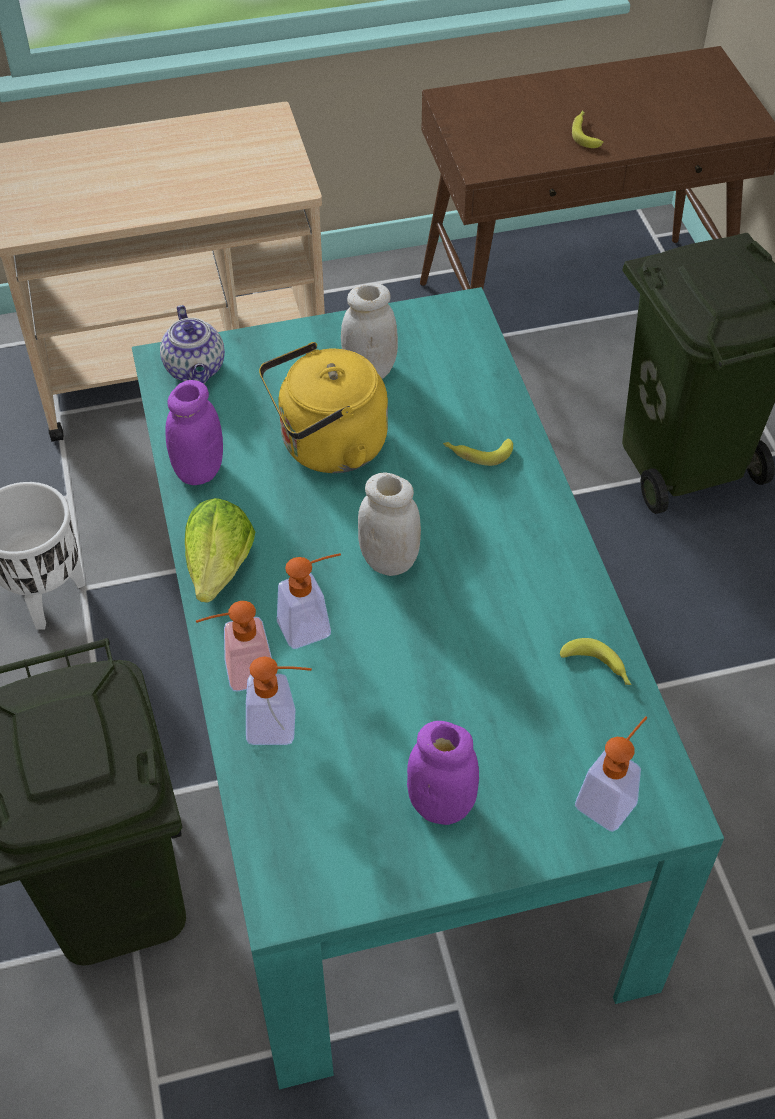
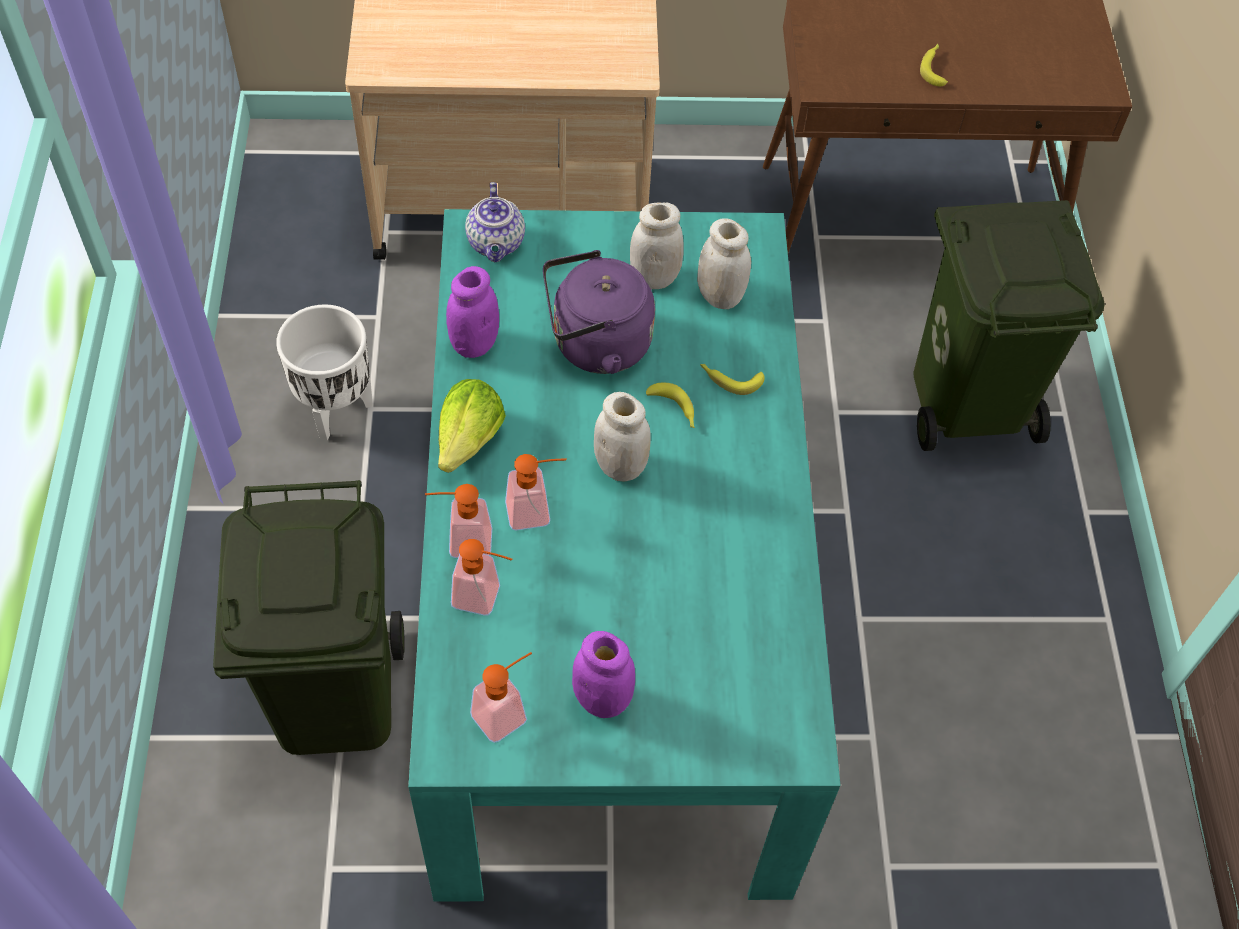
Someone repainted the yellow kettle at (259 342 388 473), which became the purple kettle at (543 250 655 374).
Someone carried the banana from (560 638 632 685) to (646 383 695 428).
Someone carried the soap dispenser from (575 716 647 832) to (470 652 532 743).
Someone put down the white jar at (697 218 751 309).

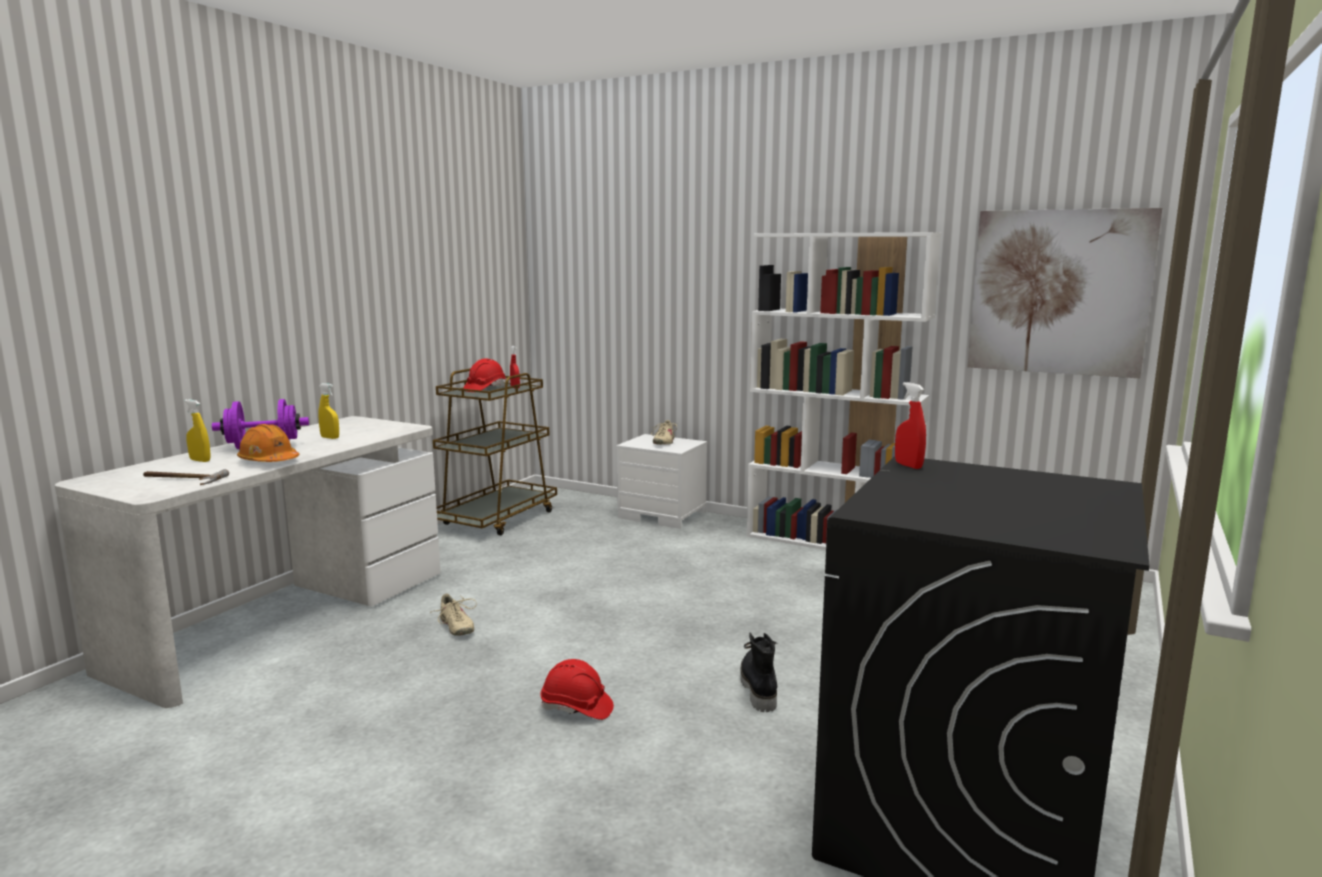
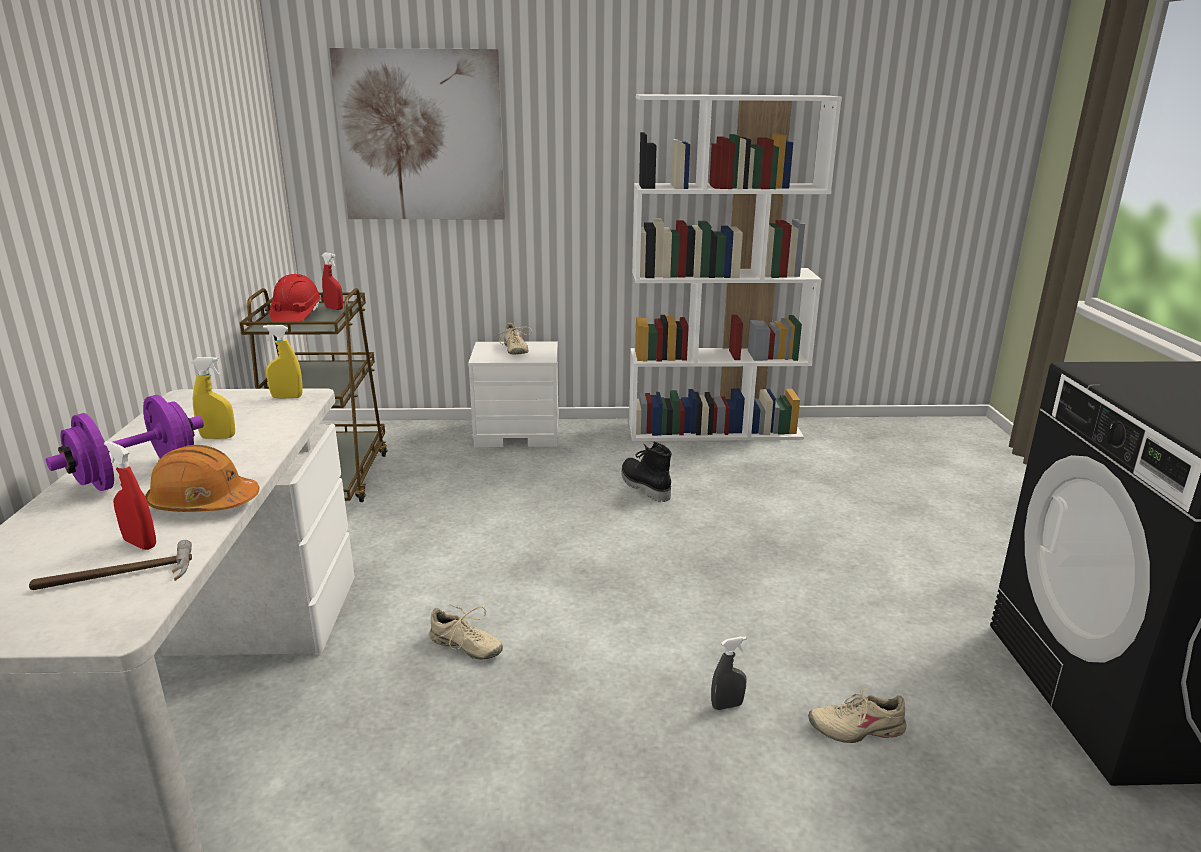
Someone carried the picture from (967 208 1162 378) to (329 48 505 219).
Someone carried the red spray bottle from (895 382 926 469) to (104 441 156 550).
Someone carried the yellow spray bottle from (185 399 211 462) to (263 325 303 399).
Someone carried the black boot from (740 633 777 712) to (621 442 671 502).
Someone swapped the red hard hat at (540 659 614 720) for the grey spray bottle at (711 637 747 710).
Someone put down the beige shoe at (808 687 907 743).

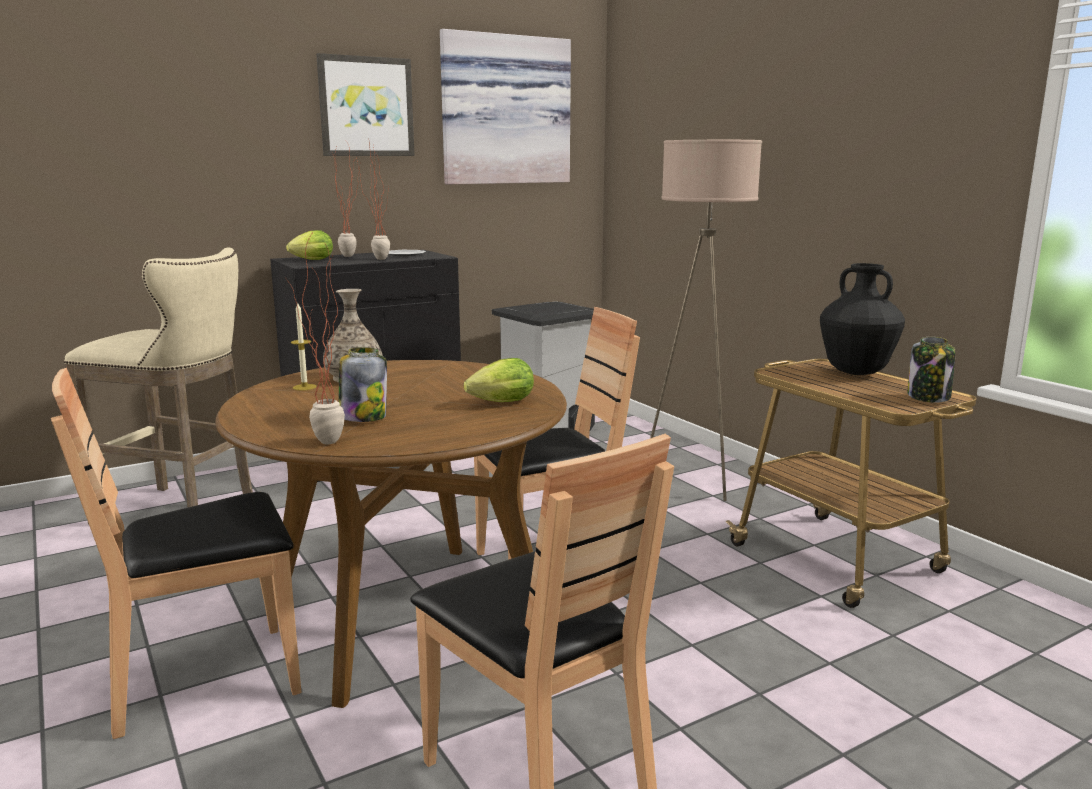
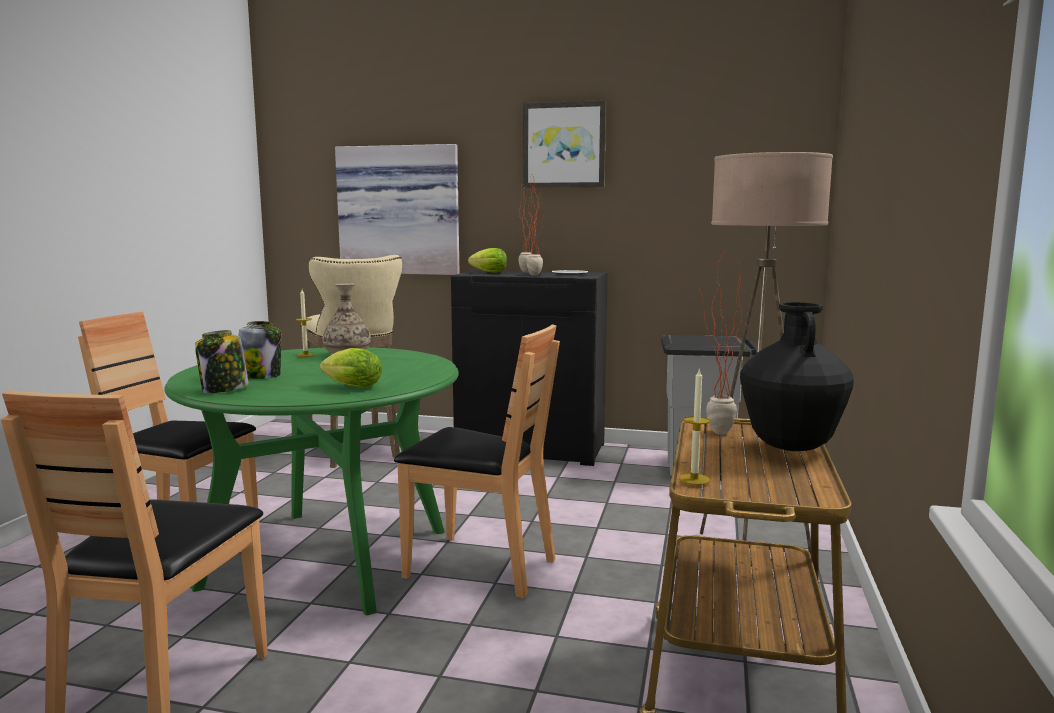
Someone carried the picture from (440 29 571 184) to (335 144 460 275).
Someone carried the potted plant from (285 231 345 444) to (698 253 743 434).
Someone carried the jar from (908 337 956 403) to (195 330 249 393).
Someone repainted the brown dining table at (215 360 567 708), which became the green dining table at (164 347 459 615).
Someone put down the candle at (679 370 710 485).

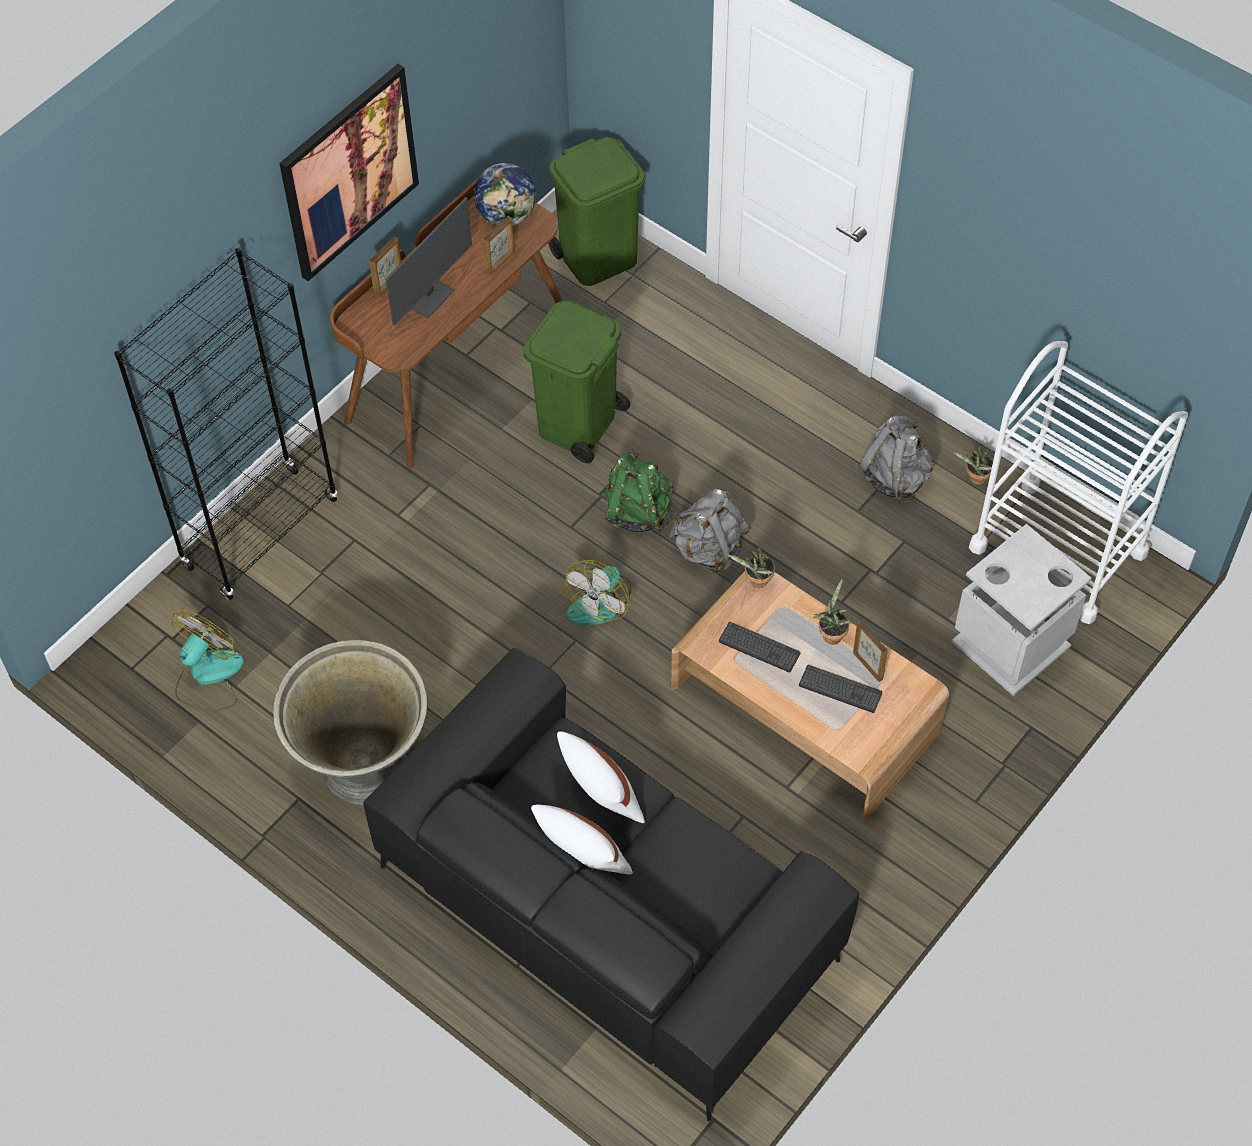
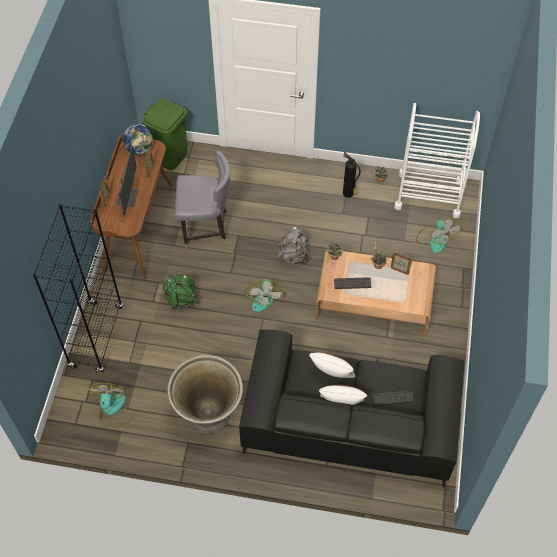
Someone took away the picture at (279 64 419 281).
Someone swapped the green trash can at (523 300 630 463) for the grey chair at (174 151 230 248).
Someone swapped the grey backpack at (859 415 934 504) for the fire extinguisher at (343 152 360 198).
Someone carried the green backpack from (604 452 673 533) to (163 274 200 311).
Someone swapped the grey trash can at (952 524 1091 696) for the fan at (416 217 461 253).
Someone carried the keyboard from (799 665 882 713) to (373 390 414 406).

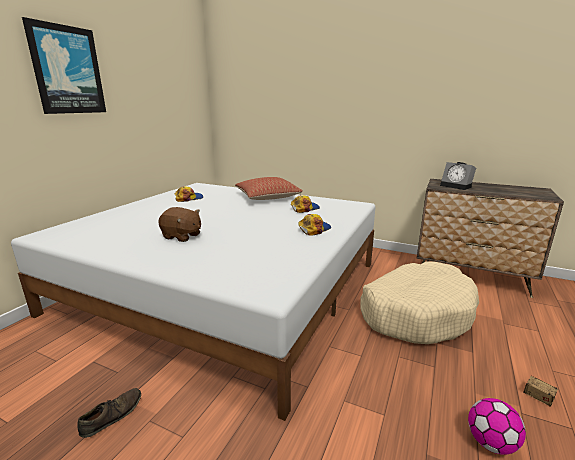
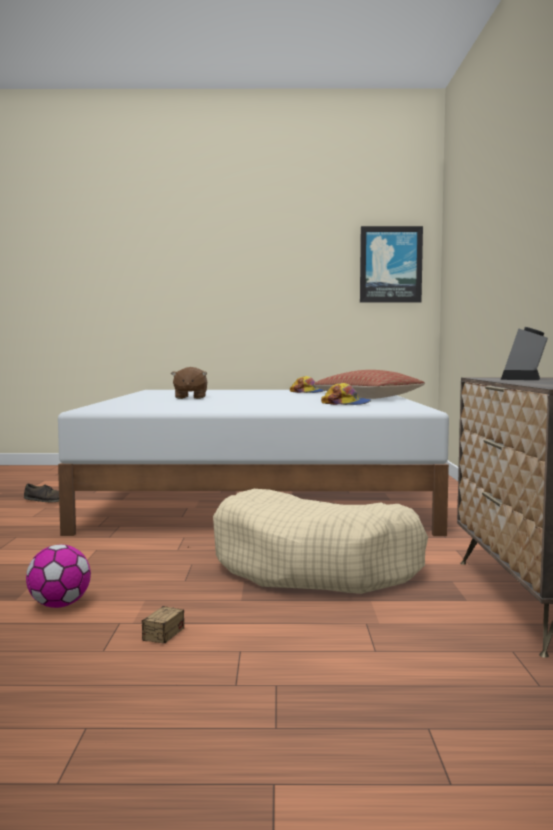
Someone carried the picture from (22 17 106 114) to (360 226 423 302).
Someone took away the cap at (298 214 331 236).

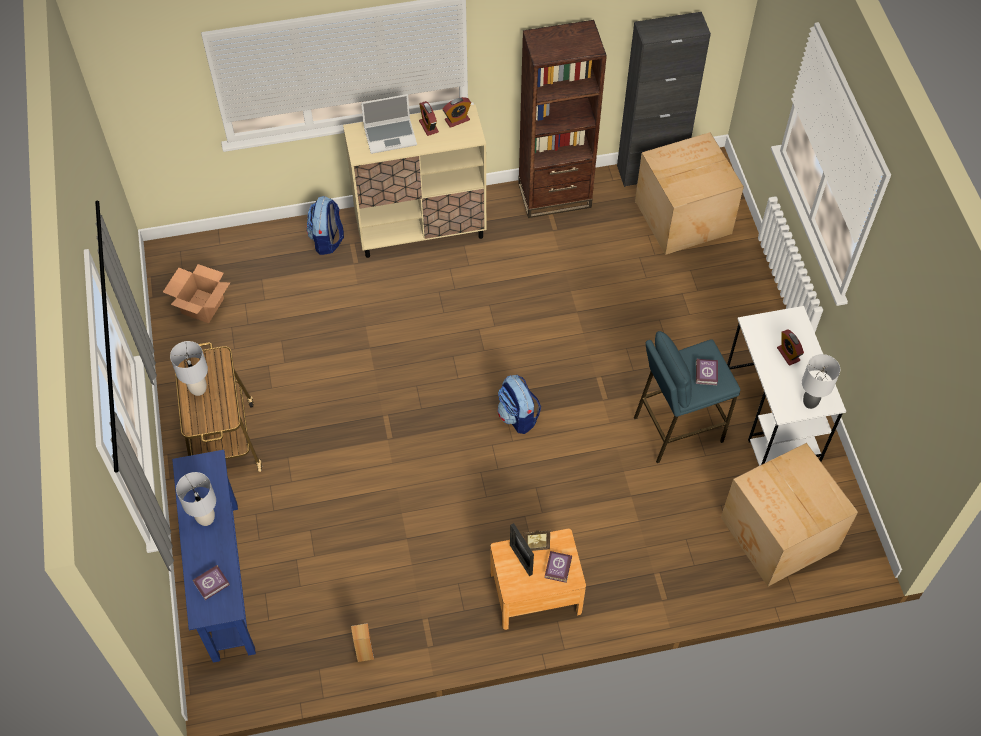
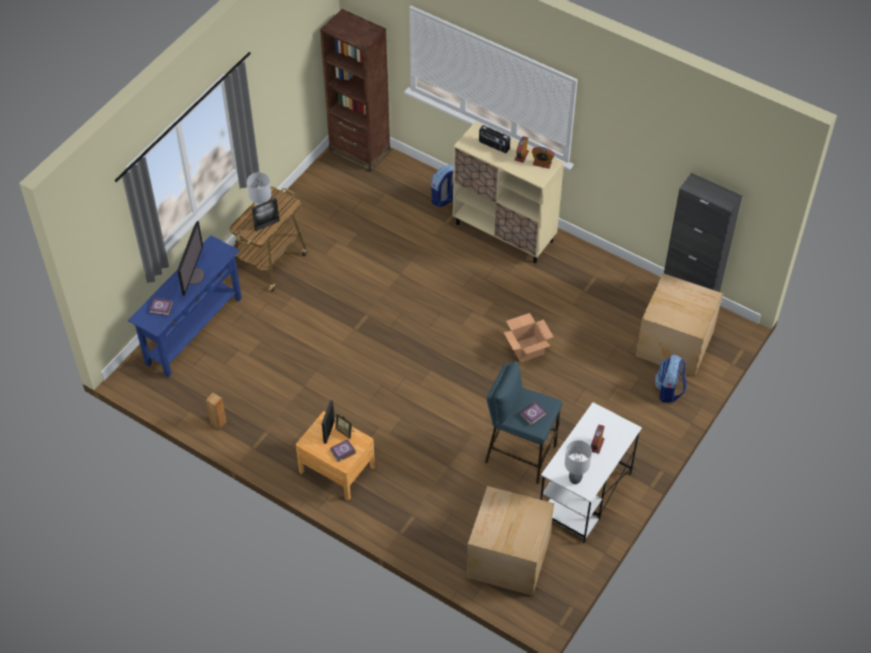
Someone carried the brown bookcase from (518 20 607 218) to (320 9 390 172).
Someone swapped the laptop at (361 94 417 154) for the radio at (479 125 510 153).
Someone carried the cardboard box from (163 264 230 323) to (503 313 553 362).
Someone carried the backpack from (497 375 541 434) to (654 355 686 403).
Someone swapped the grey table lamp at (176 472 216 526) for the monitor at (177 221 204 296).
Someone put down the picture frame at (252 198 279 231).

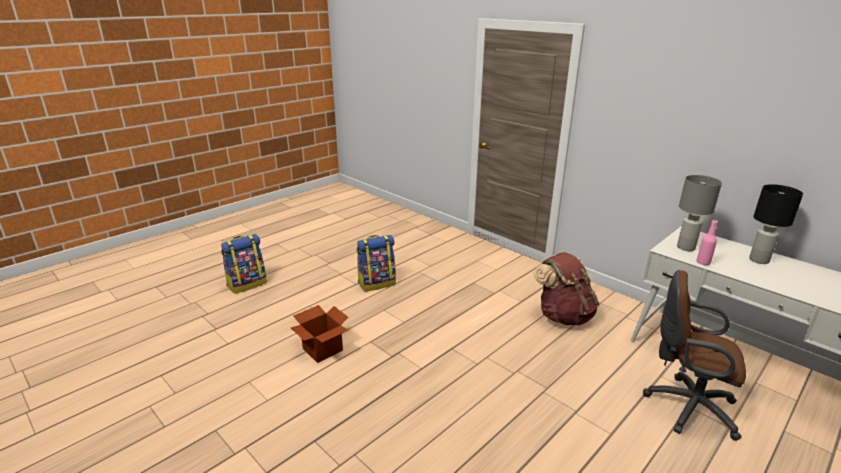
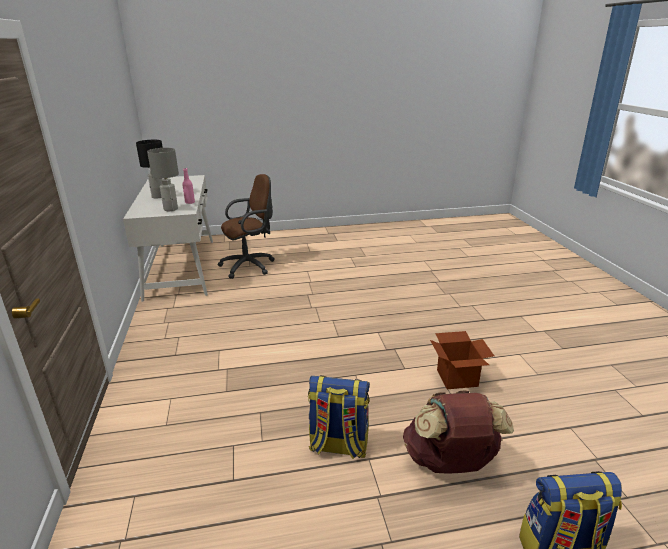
Someone carried the brown backpack from (534 252 599 325) to (403 390 514 474).
Someone rotated the brown office chair at (643 270 746 441) by 90 degrees counterclockwise.

